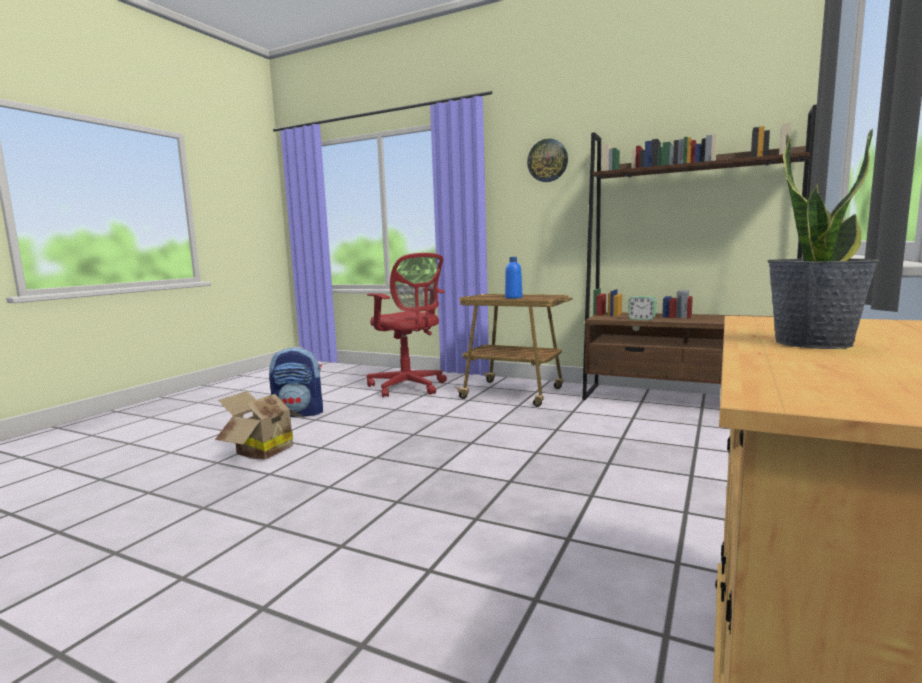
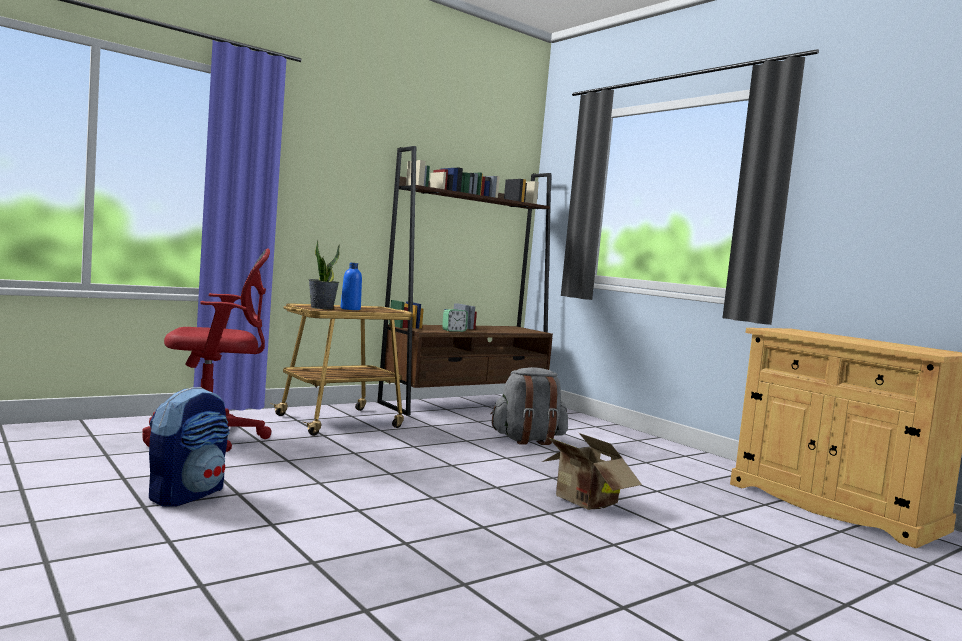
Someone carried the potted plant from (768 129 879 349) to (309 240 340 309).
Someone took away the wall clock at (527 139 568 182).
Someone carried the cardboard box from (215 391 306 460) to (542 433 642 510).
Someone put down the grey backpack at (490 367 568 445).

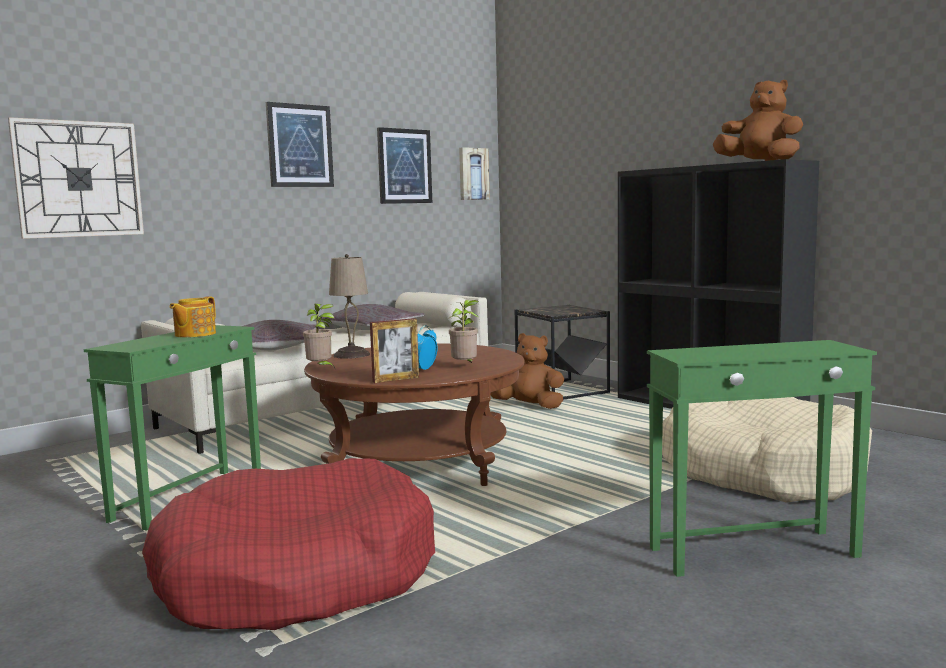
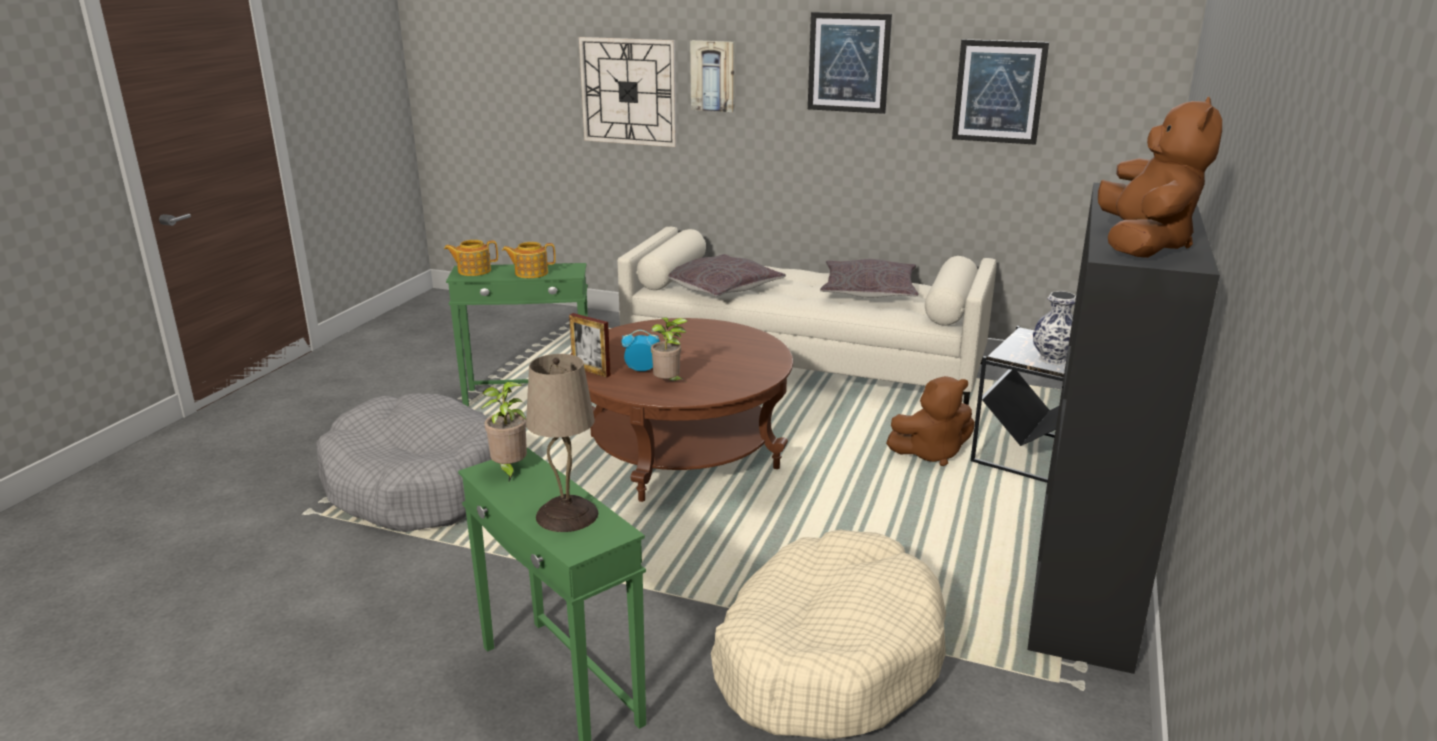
Someone carried the picture from (459 147 490 200) to (690 40 735 112).
Someone carried the beige table lamp from (329 254 370 359) to (526 354 598 532).
Someone carried the potted plant from (303 304 335 368) to (480 382 527 481).
Someone rotated the brown plush toy at (490 333 565 409) by 90 degrees clockwise.
Someone repainted the red dog bed at (142 458 435 630), which became the grey dog bed at (316 393 492 532).
Someone put down the teapot at (444 240 498 276).
Someone put down the vase at (1033 291 1076 365).

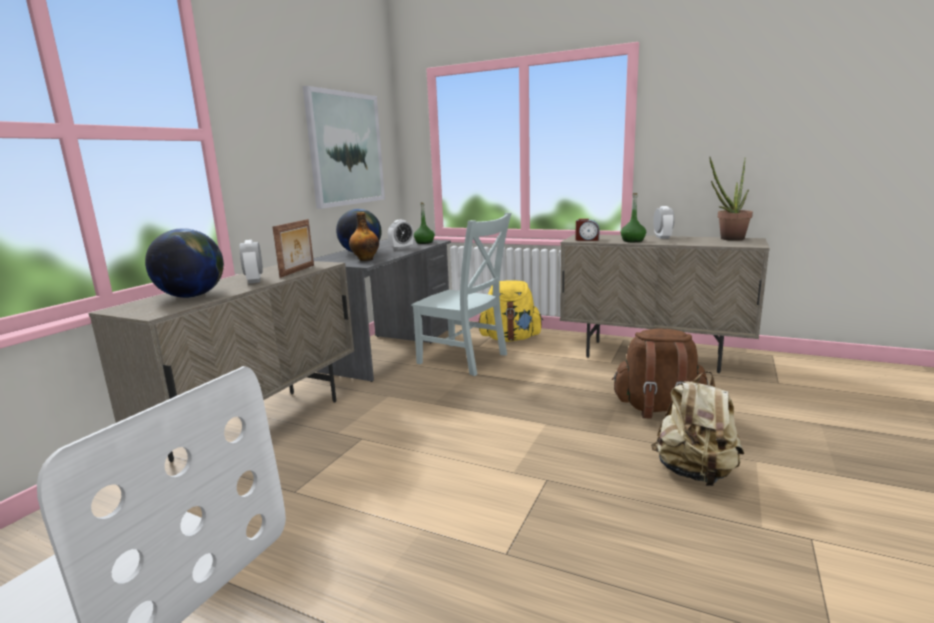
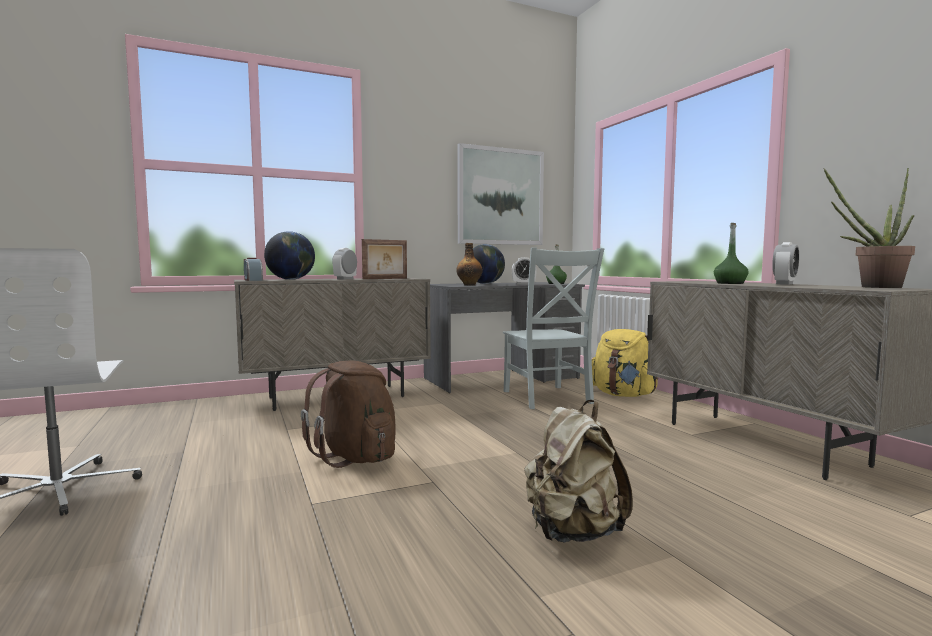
Someone carried the alarm clock from (575 219 600 241) to (244 258 263 281).
Someone carried the brown backpack from (612 328 708 419) to (301 360 396 468).

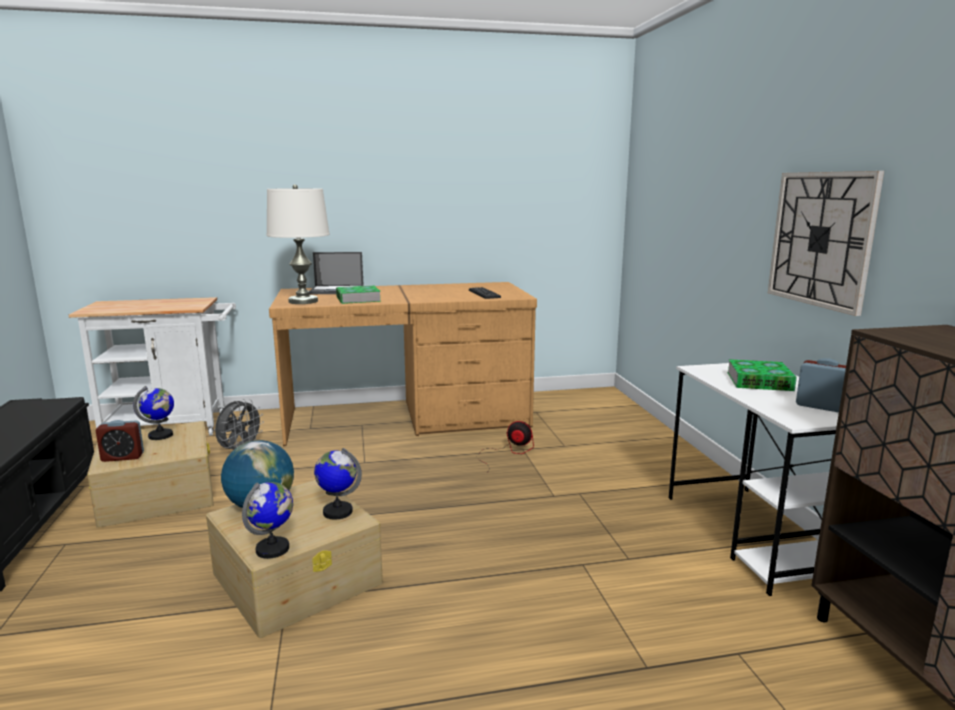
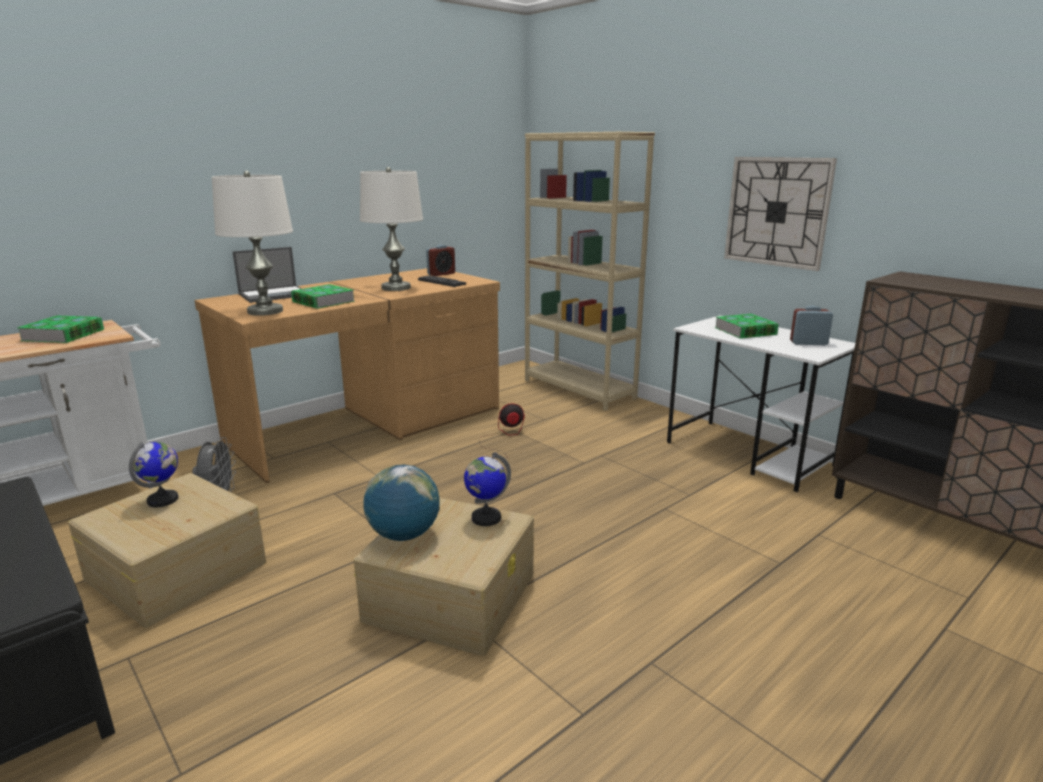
Someone carried the alarm clock from (96 420 144 462) to (426 245 455 276).
Someone took away the globe at (242 482 293 559).
Someone put down the beige bookcase at (525 132 655 411).
Someone put down the white table lamp at (360 167 423 291).
Someone put down the book at (17 316 104 343).

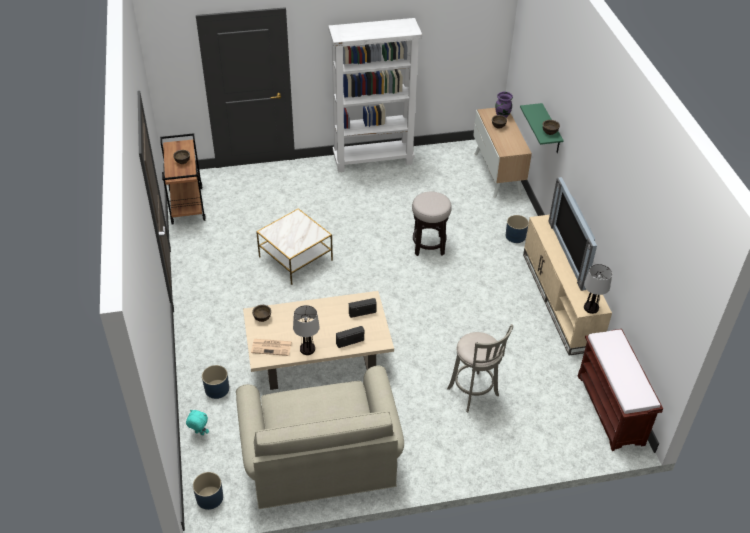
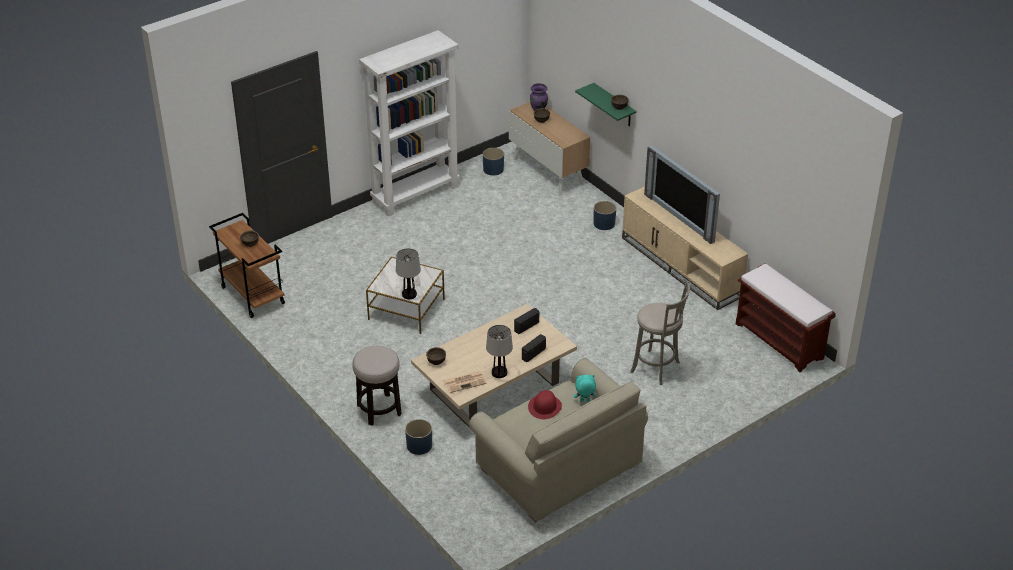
Someone carried the stool from (412 192 452 256) to (352 346 401 426).
Someone carried the table lamp from (584 264 612 314) to (396 248 421 299).
Someone carried the turquoise plush toy from (186 410 209 435) to (574 375 597 402).
Someone carried the blue planter from (193 472 223 510) to (483 148 504 176).
Someone put down the red hat at (528 390 562 419).

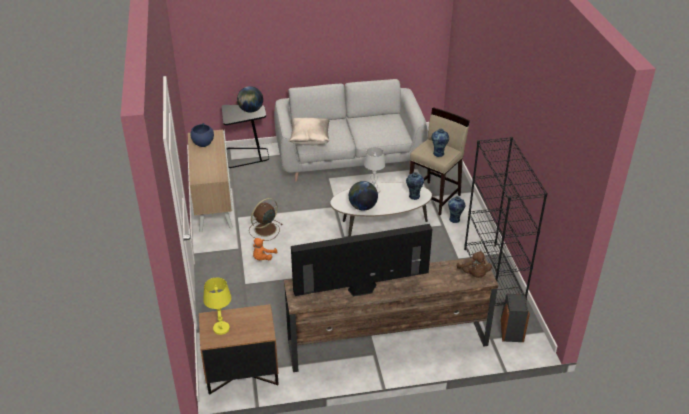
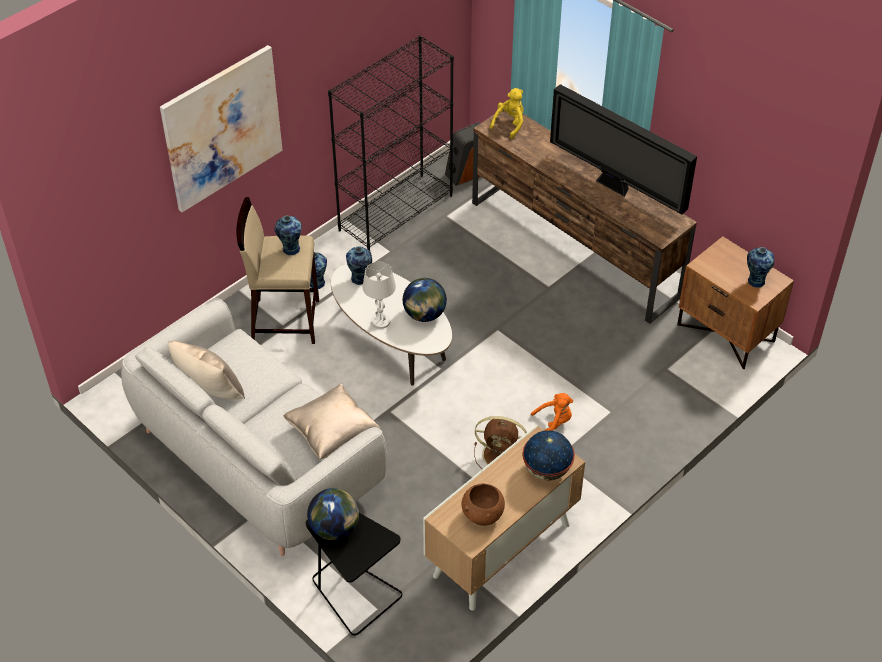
Someone repainted the blue bowl at (190 123 214 147), which became the brown bowl at (461 484 505 526).
Someone repainted the brown plush toy at (457 251 492 278), which became the yellow plush toy at (490 88 524 139).
Someone swapped the yellow table lamp at (203 278 231 335) for the vase at (747 247 774 287).
Someone put up the picture at (160 45 283 212).
Someone put down the beige pillow at (168 341 245 400).
Someone put down the globe at (522 430 575 480).

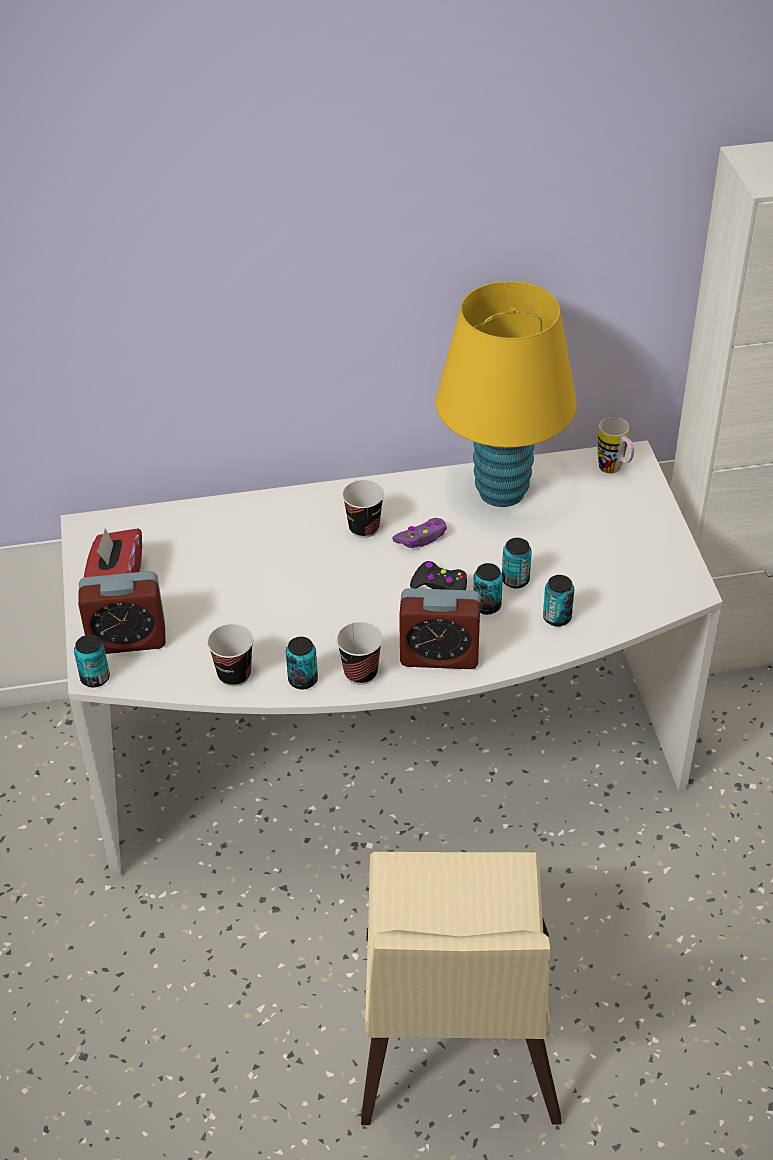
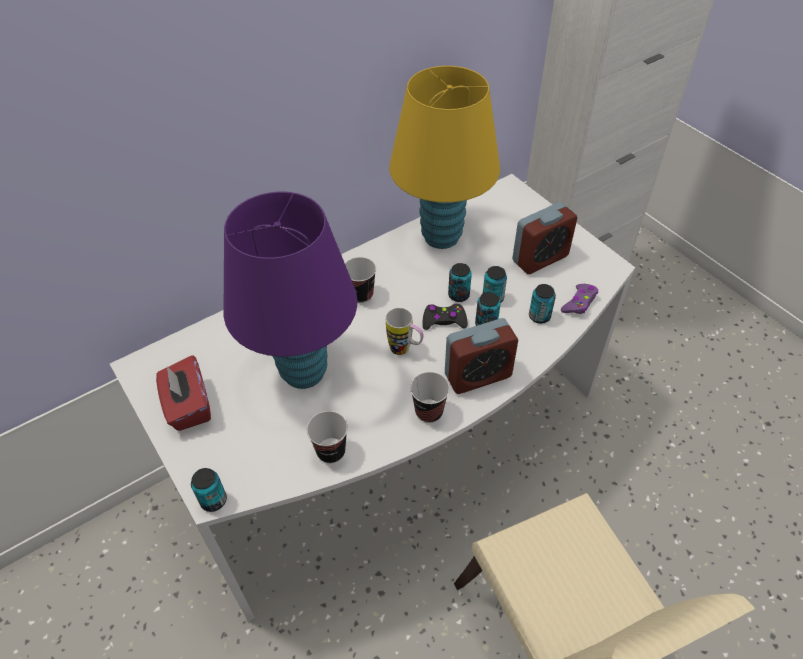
Someone carried the mug from (598 417 634 474) to (386 308 423 355).
Someone carried the purple game controller from (392 518 447 548) to (561 284 598 314).
Someone carried the alarm clock from (78 571 166 654) to (512 202 577 274).
Someone carried the can from (286 637 318 689) to (448 263 472 302).
Someone put down the purple table lamp at (224 191 357 389).

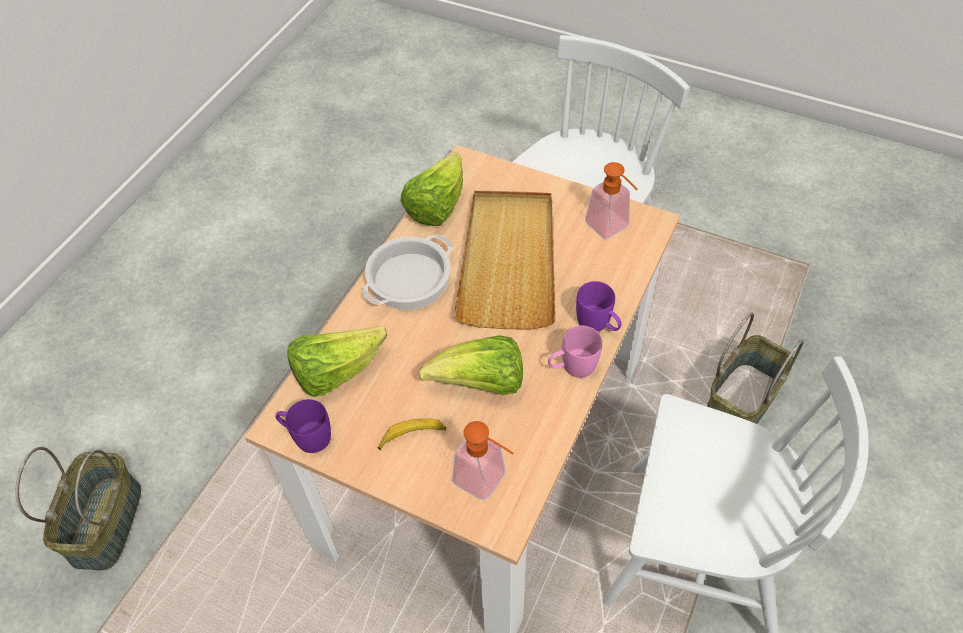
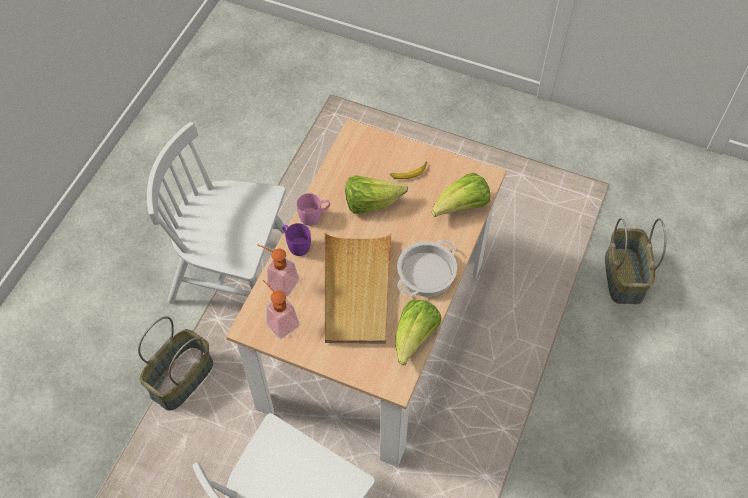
Someone took away the purple mug at (276 399 331 453).
Someone carried the soap dispenser from (452 421 514 500) to (258 245 299 297).

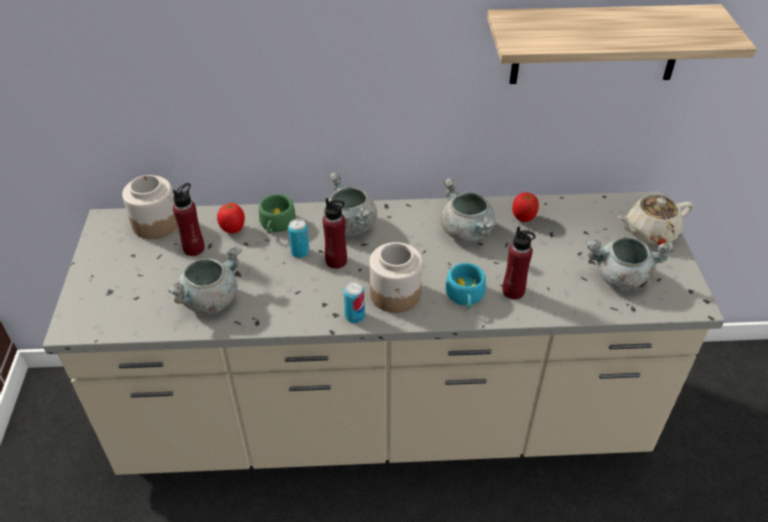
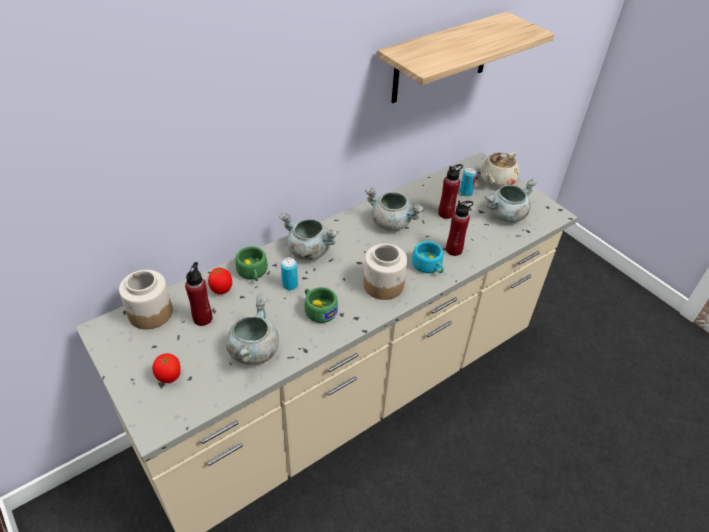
Someone carried the tomato from (512 192 539 222) to (152 353 181 383).
Someone carried the red bottle from (323 198 347 269) to (438 164 463 219).
Someone carried the can from (344 282 365 323) to (460 167 477 196).
Someone put down the green cup at (305 287 338 323).

